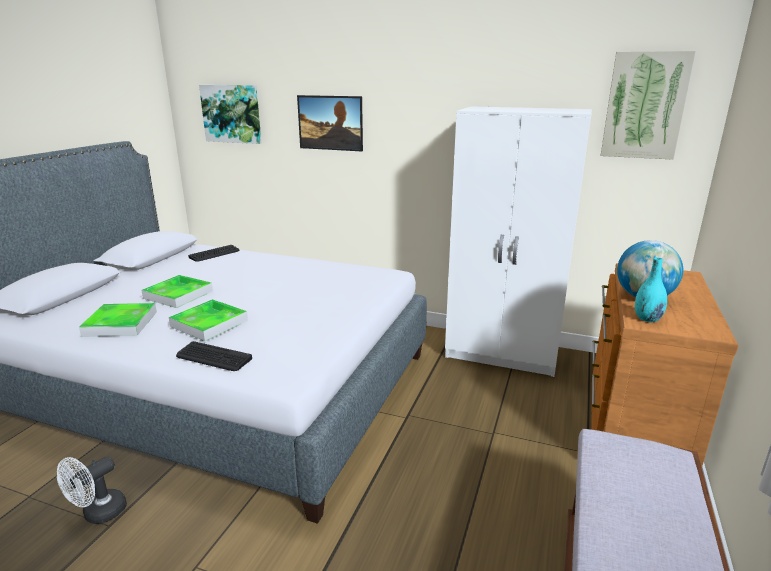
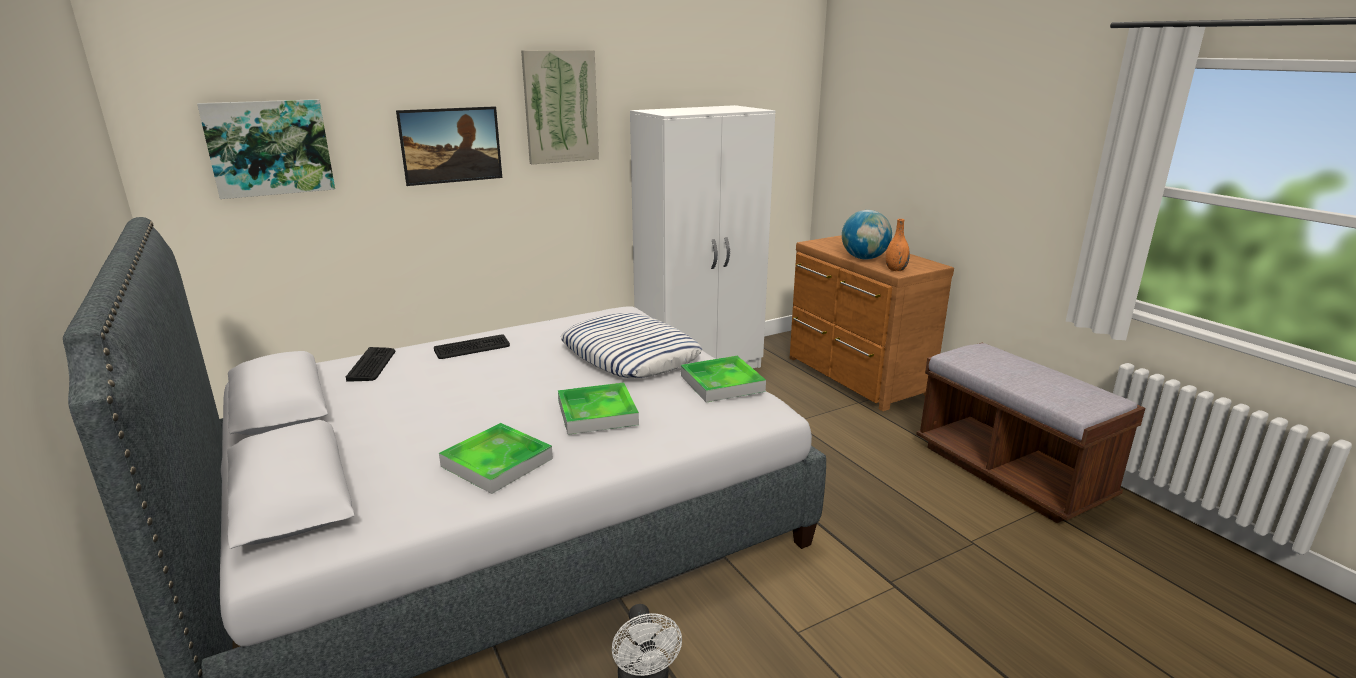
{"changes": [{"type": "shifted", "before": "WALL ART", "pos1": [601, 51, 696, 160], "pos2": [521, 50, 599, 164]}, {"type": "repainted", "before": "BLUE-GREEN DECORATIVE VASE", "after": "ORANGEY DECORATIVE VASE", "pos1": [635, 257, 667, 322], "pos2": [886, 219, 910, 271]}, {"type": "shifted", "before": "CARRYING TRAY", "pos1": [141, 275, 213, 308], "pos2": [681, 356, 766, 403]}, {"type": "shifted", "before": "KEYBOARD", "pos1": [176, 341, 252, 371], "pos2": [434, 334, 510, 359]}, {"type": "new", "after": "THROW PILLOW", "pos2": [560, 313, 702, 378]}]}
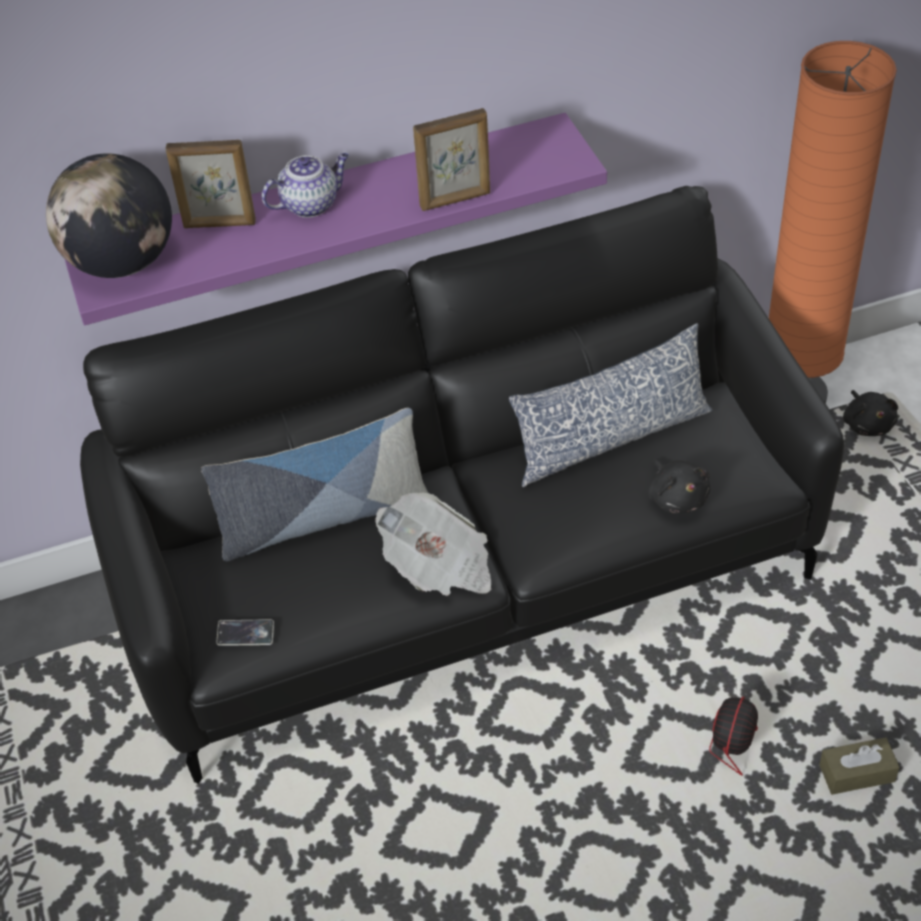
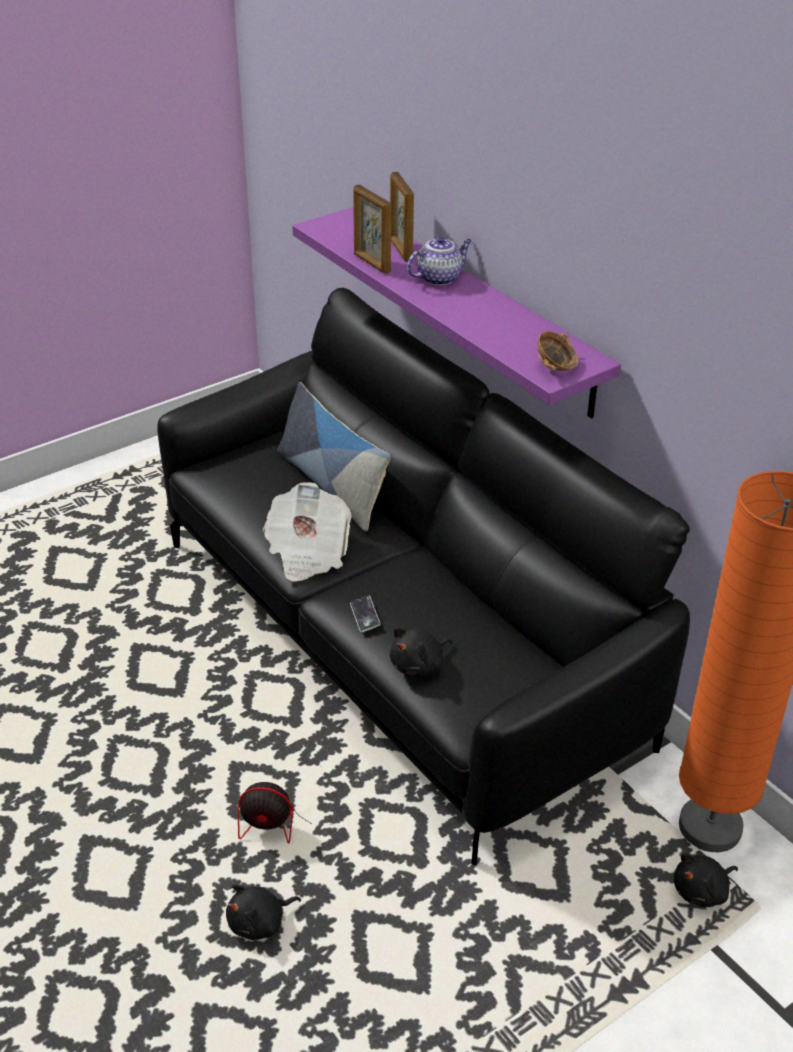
{"changes": [{"type": "shifted", "before": "STANDING FRAME", "pos1": [413, 108, 490, 211], "pos2": [353, 185, 391, 274]}, {"type": "gone", "before": "WORLD GLOBE", "pos1": [46, 153, 172, 278]}, {"type": "rotated", "before": "POT FOR TEA", "pos1": [262, 153, 349, 218], "pos2": [407, 237, 472, 286], "turn": -75}, {"type": "gone", "before": "THROW PILLOW", "pos1": [509, 323, 712, 487]}, {"type": "shifted", "before": "TELEPHONE", "pos1": [216, 619, 274, 646], "pos2": [350, 596, 381, 632]}, {"type": "swapped", "before": "BROWN TISSUE BOX", "after": "BLACKISH PLUSH TOY", "pos1": [819, 737, 900, 795], "pos2": [226, 884, 301, 940]}, {"type": "new", "after": "BOWL", "pos2": [538, 331, 578, 371]}]}
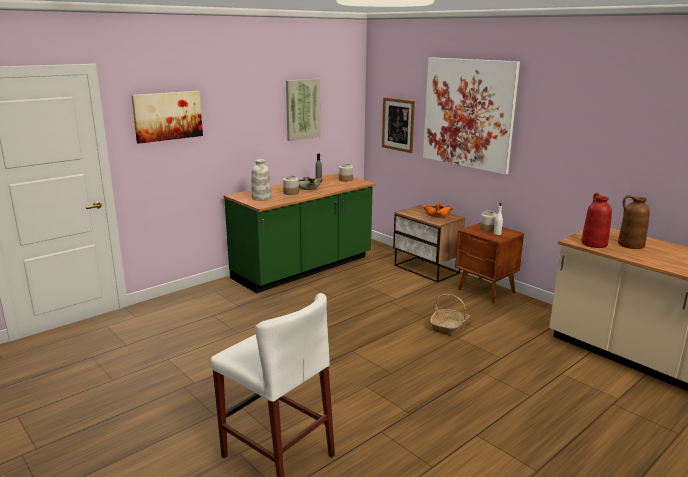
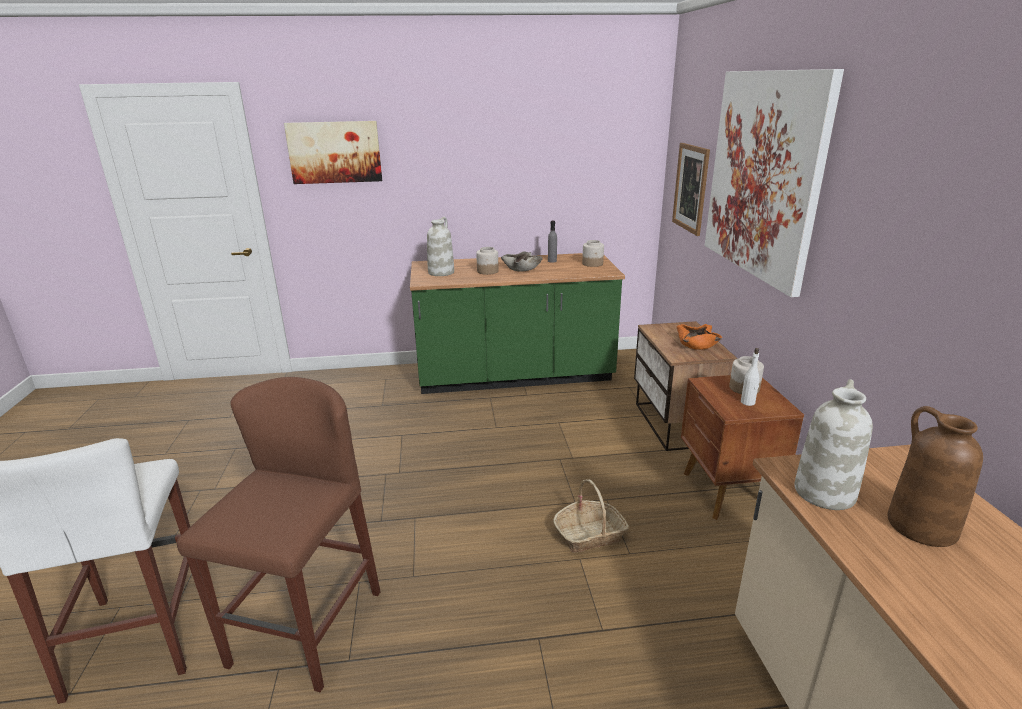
{"changes": [{"type": "gone", "before": "WALL ART", "pos1": [286, 79, 321, 141]}, {"type": "repainted", "before": "RED DECORATIVE VASE", "after": "WHITE DECORATIVE VASE", "pos1": [581, 193, 612, 248], "pos2": [794, 379, 873, 510]}, {"type": "new", "after": "BROWN SITTING STOOL", "pos2": [177, 377, 381, 692]}]}
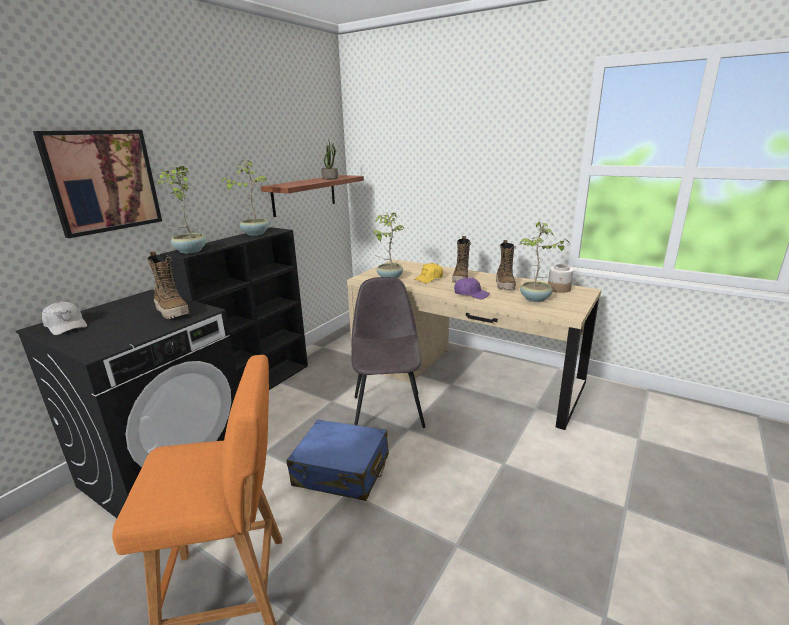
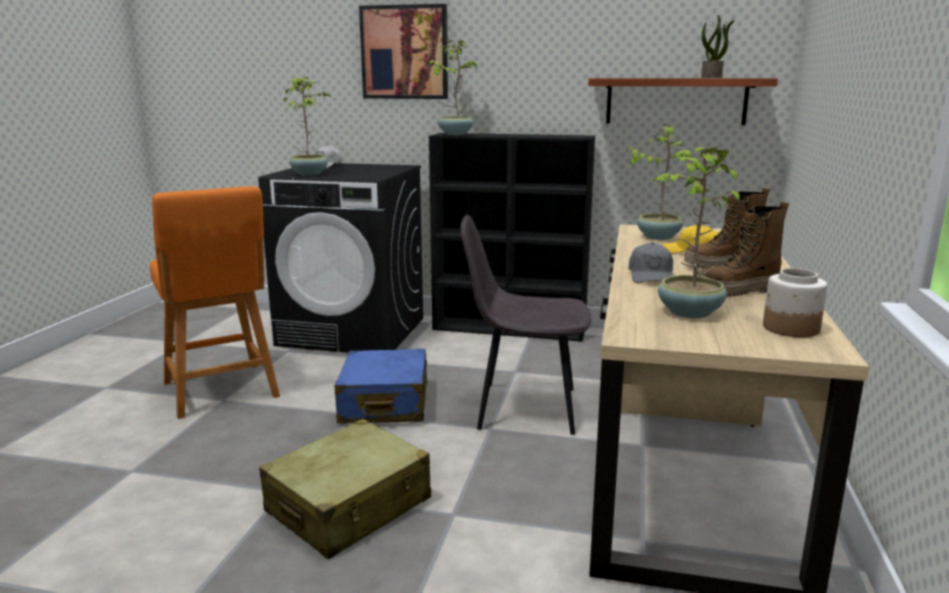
{"changes": [{"type": "shifted", "before": "POTTED PLANT", "pos1": [222, 160, 269, 236], "pos2": [284, 77, 331, 176]}, {"type": "gone", "before": "HIGH-TOP BOOT", "pos1": [148, 251, 190, 319]}, {"type": "rotated", "before": "GRAY UPRIGHT CHAIR", "pos1": [351, 277, 425, 428], "pos2": [460, 214, 591, 435], "turn": -150}, {"type": "repainted", "before": "PURPLE-COLOURED CAP", "after": "GRAY CAP", "pos1": [454, 277, 490, 299], "pos2": [628, 242, 673, 283]}, {"type": "new", "after": "SAND-COLOURED TRAVEL CASE", "pos2": [259, 419, 431, 559]}]}
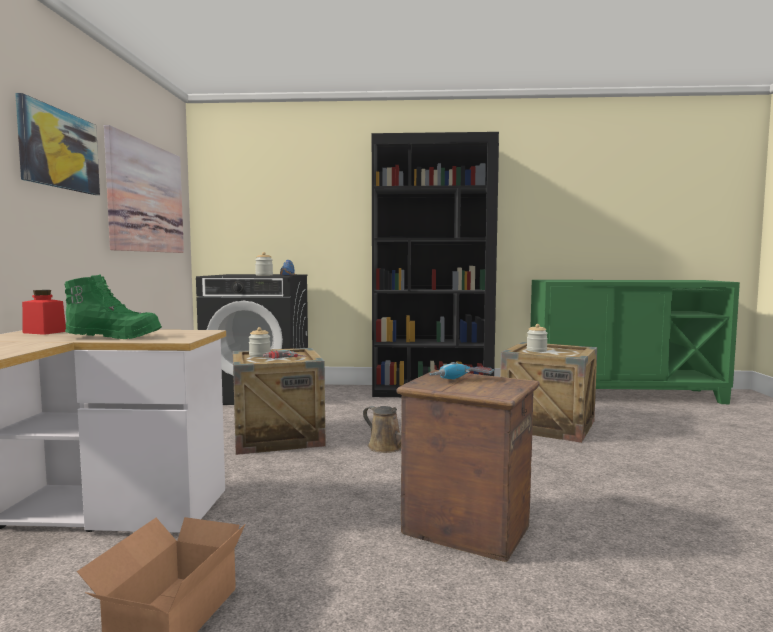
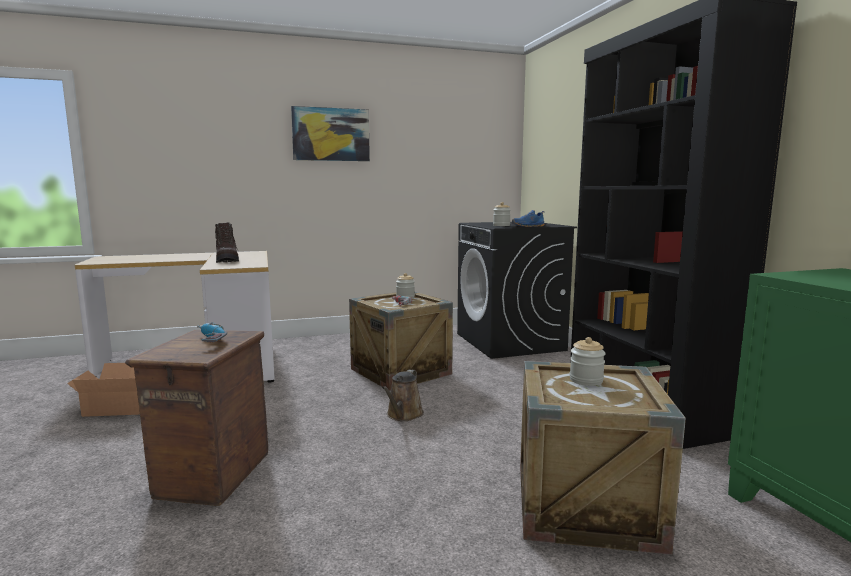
{"changes": [{"type": "gone", "before": "WALL ART", "pos1": [104, 125, 184, 253]}, {"type": "repainted", "before": "GREEN-COLOURED HIGH-TOP BOOT", "after": "BROWN HIGH-TOP BOOT", "pos1": [64, 274, 162, 339], "pos2": [215, 222, 239, 263]}, {"type": "gone", "before": "RED PRESERVE JAR", "pos1": [22, 290, 66, 335]}]}
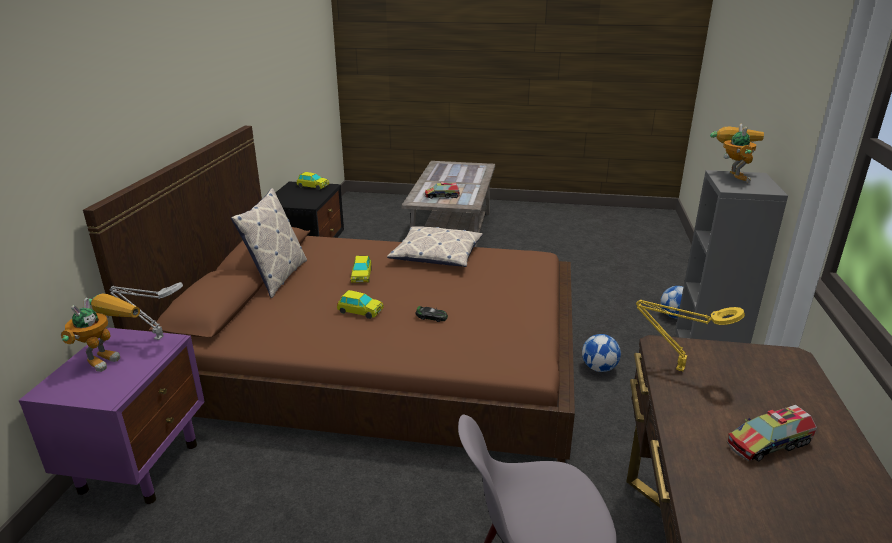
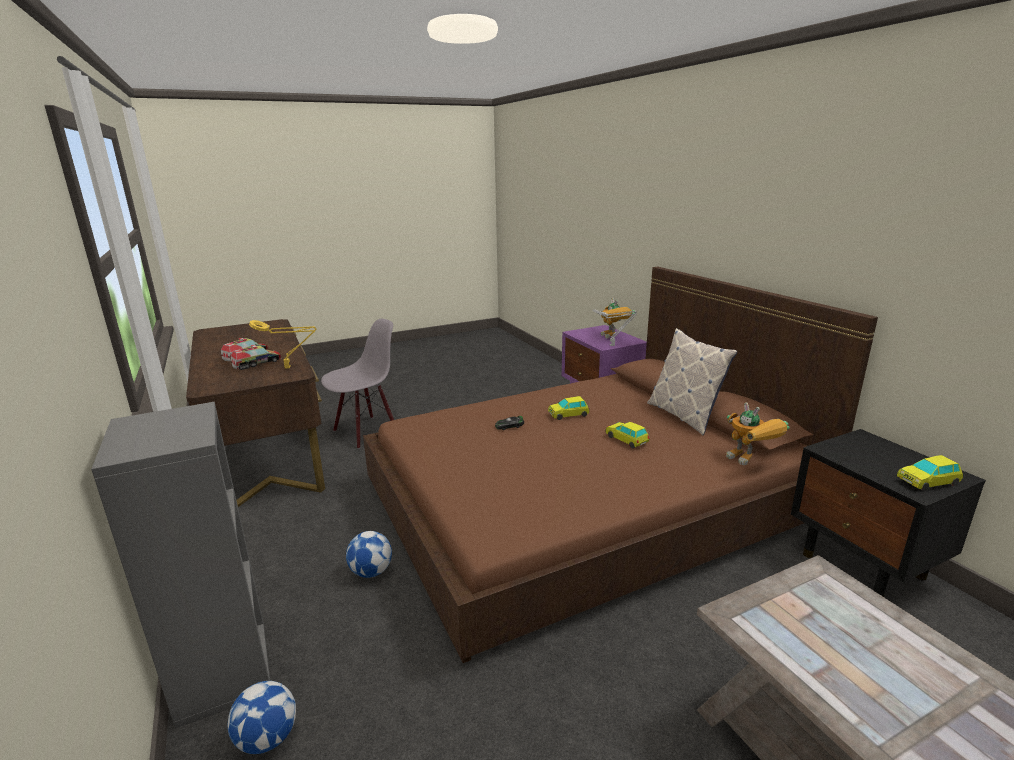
{"changes": [{"type": "shifted", "before": "TOY ROBOT", "pos1": [710, 124, 764, 183], "pos2": [726, 402, 790, 465]}, {"type": "shifted", "before": "TOY LORRY", "pos1": [425, 182, 460, 199], "pos2": [231, 345, 281, 370]}, {"type": "gone", "before": "THROW PILLOW", "pos1": [387, 226, 483, 267]}]}
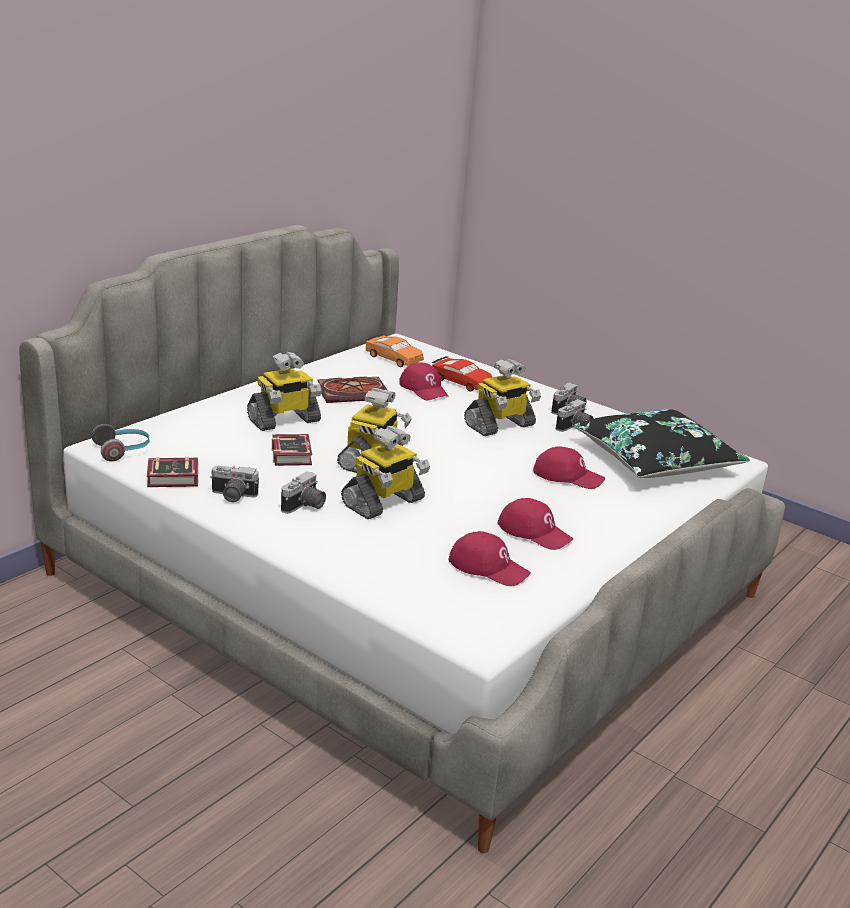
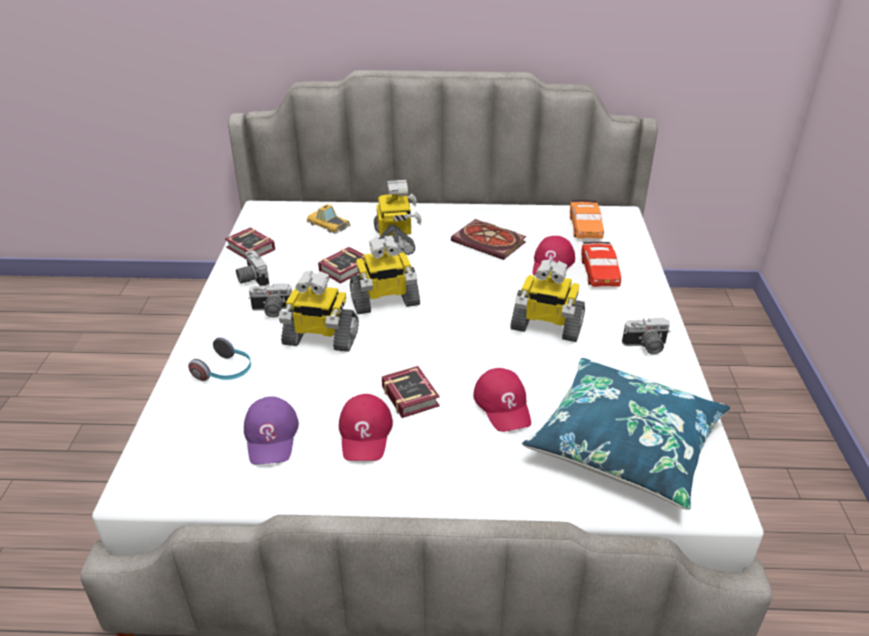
{"changes": [{"type": "rotated", "before": "TOY ROBOT", "pos1": [247, 352, 322, 431], "pos2": [374, 180, 422, 255], "turn": -120}, {"type": "gone", "before": "STILL CAMERA", "pos1": [556, 399, 594, 432]}, {"type": "repainted", "before": "BLACKISH THROW PILLOW", "after": "BLUE THROW PILLOW", "pos1": [572, 409, 750, 478], "pos2": [522, 358, 730, 510]}, {"type": "shifted", "before": "PAIR OF HEADPHONES", "pos1": [92, 424, 150, 462], "pos2": [188, 337, 251, 381]}, {"type": "repainted", "before": "RED CAP", "after": "PURPLE-COLOURED CAP", "pos1": [449, 531, 531, 586], "pos2": [244, 396, 299, 465]}, {"type": "new", "after": "MINIATURE CAR", "pos2": [307, 204, 351, 234]}, {"type": "new", "after": "BOOK", "pos2": [382, 366, 439, 418]}]}
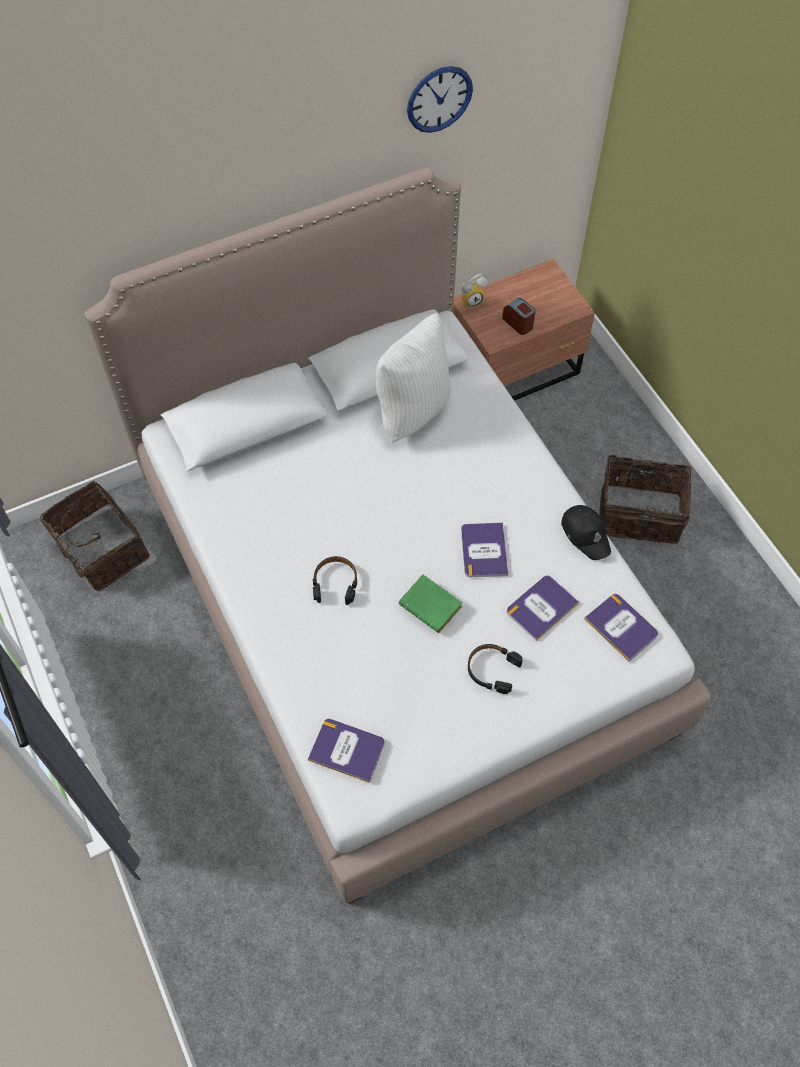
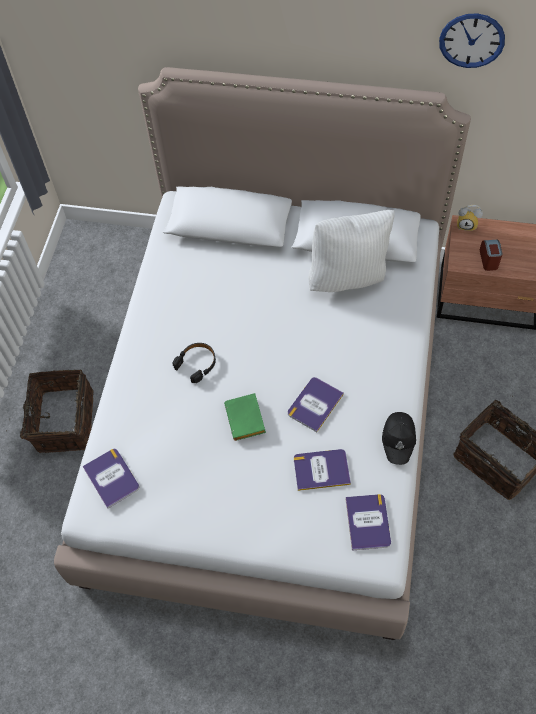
{"changes": [{"type": "shifted", "before": "BASKET", "pos1": [40, 481, 150, 591], "pos2": [6, 369, 94, 453]}, {"type": "gone", "before": "BLACKISH PAIR OF HEADPHONES", "pos1": [468, 644, 523, 694]}]}
